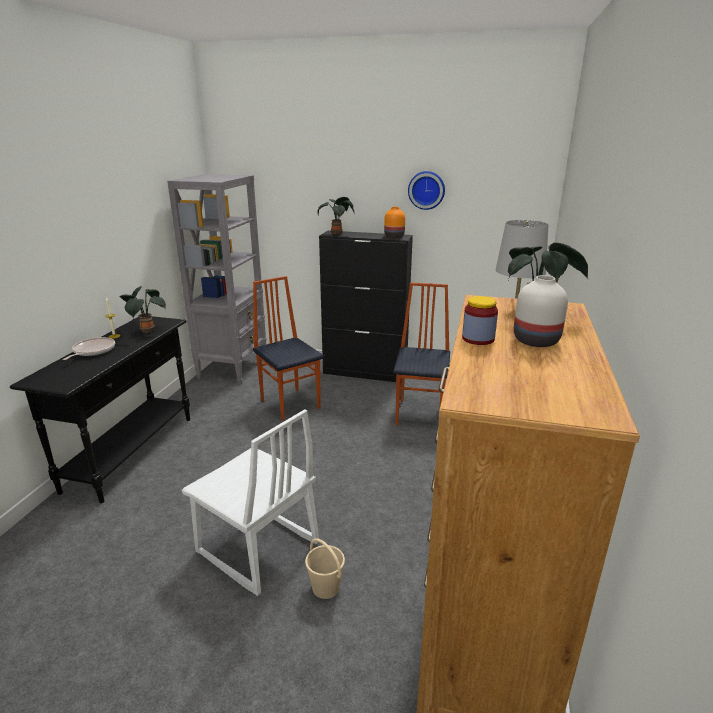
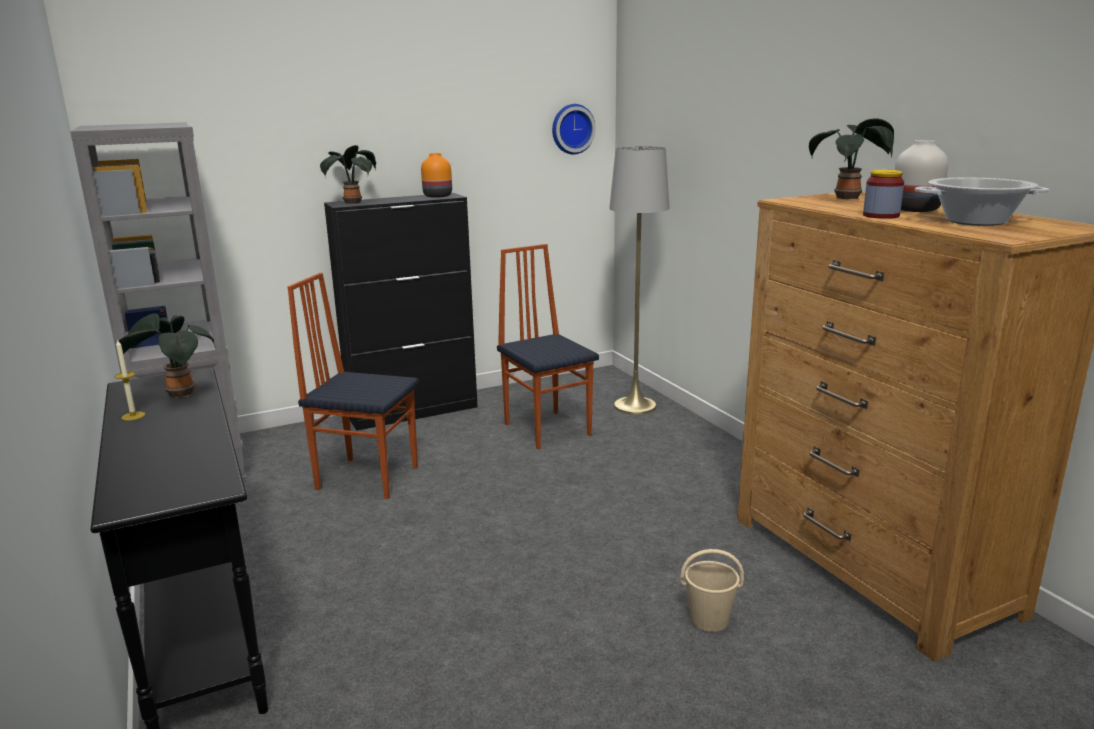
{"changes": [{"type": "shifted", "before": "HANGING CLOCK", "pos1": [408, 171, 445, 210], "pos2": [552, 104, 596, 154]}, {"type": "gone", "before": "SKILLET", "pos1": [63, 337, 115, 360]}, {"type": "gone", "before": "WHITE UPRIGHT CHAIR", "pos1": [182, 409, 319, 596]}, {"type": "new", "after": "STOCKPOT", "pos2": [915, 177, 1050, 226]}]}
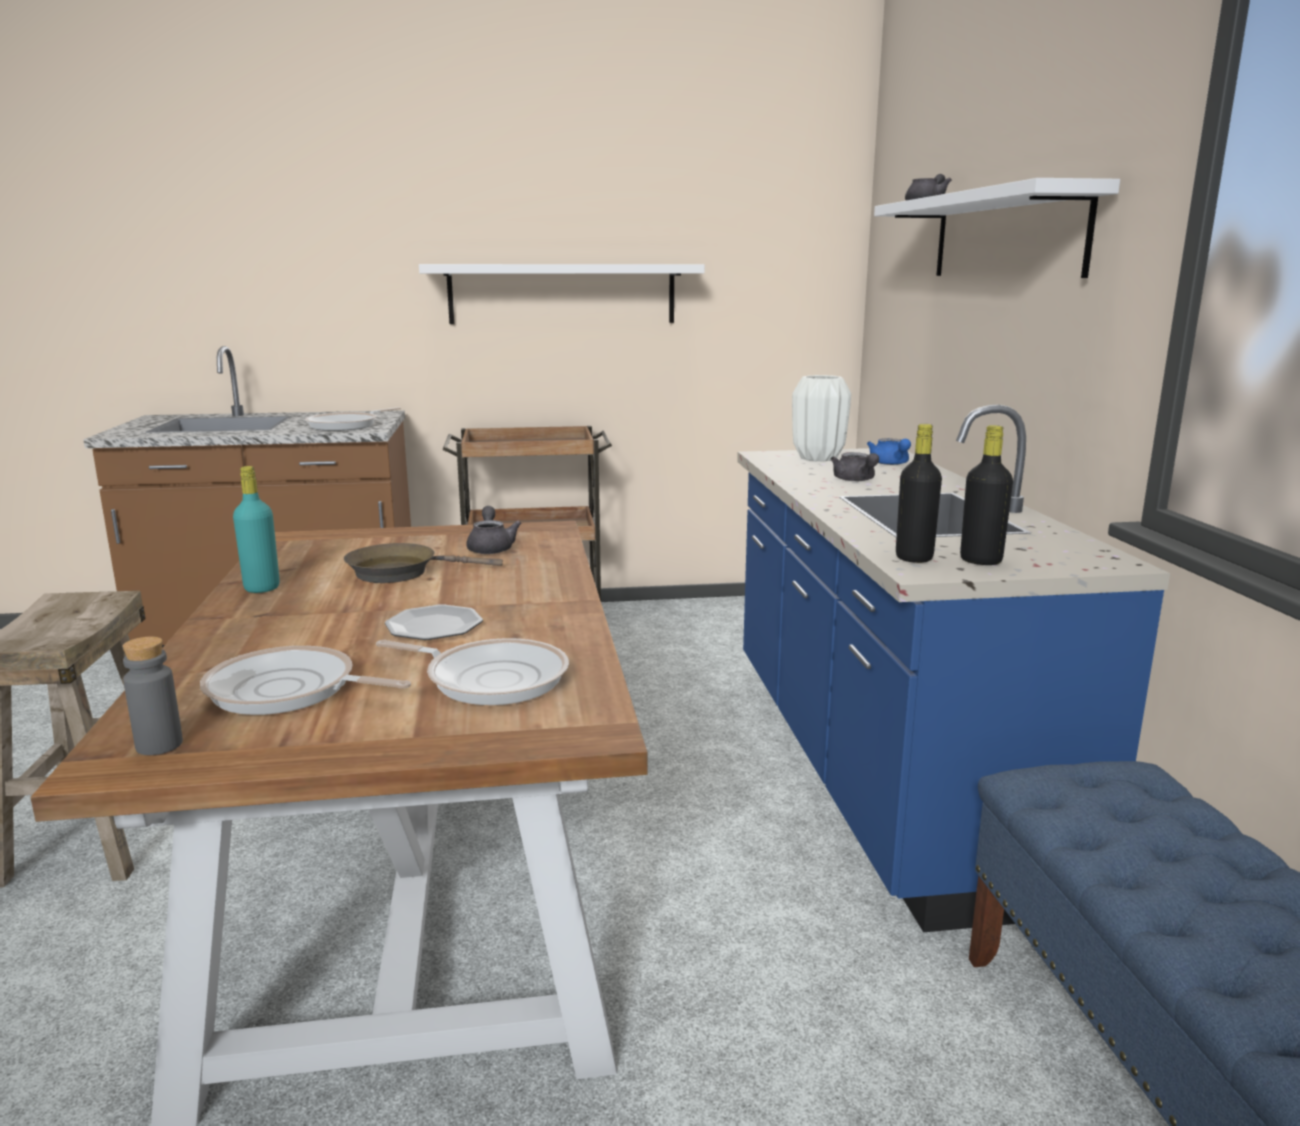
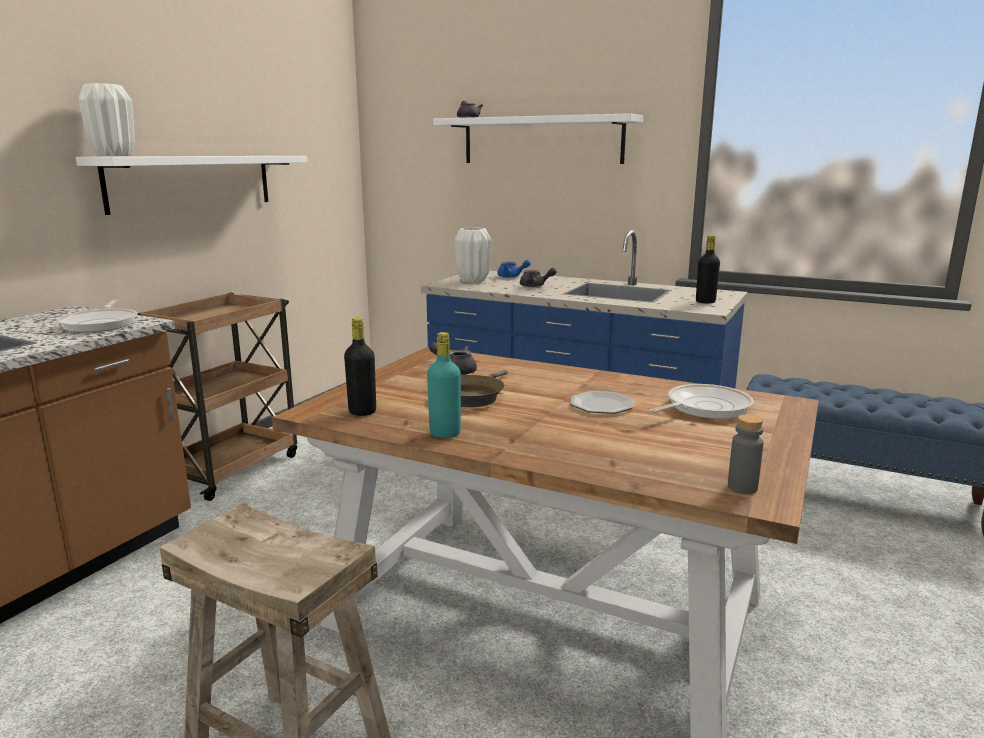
{"changes": [{"type": "shifted", "before": "BLACKISH BEVERAGE BOTTLE", "pos1": [896, 424, 942, 563], "pos2": [344, 318, 376, 416]}, {"type": "gone", "before": "SKILLET", "pos1": [200, 646, 411, 715]}, {"type": "new", "after": "WHITE DECORATIVE VASE", "pos2": [78, 83, 135, 156]}]}
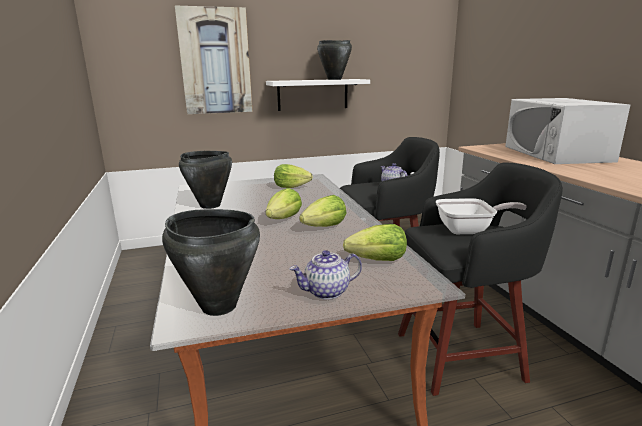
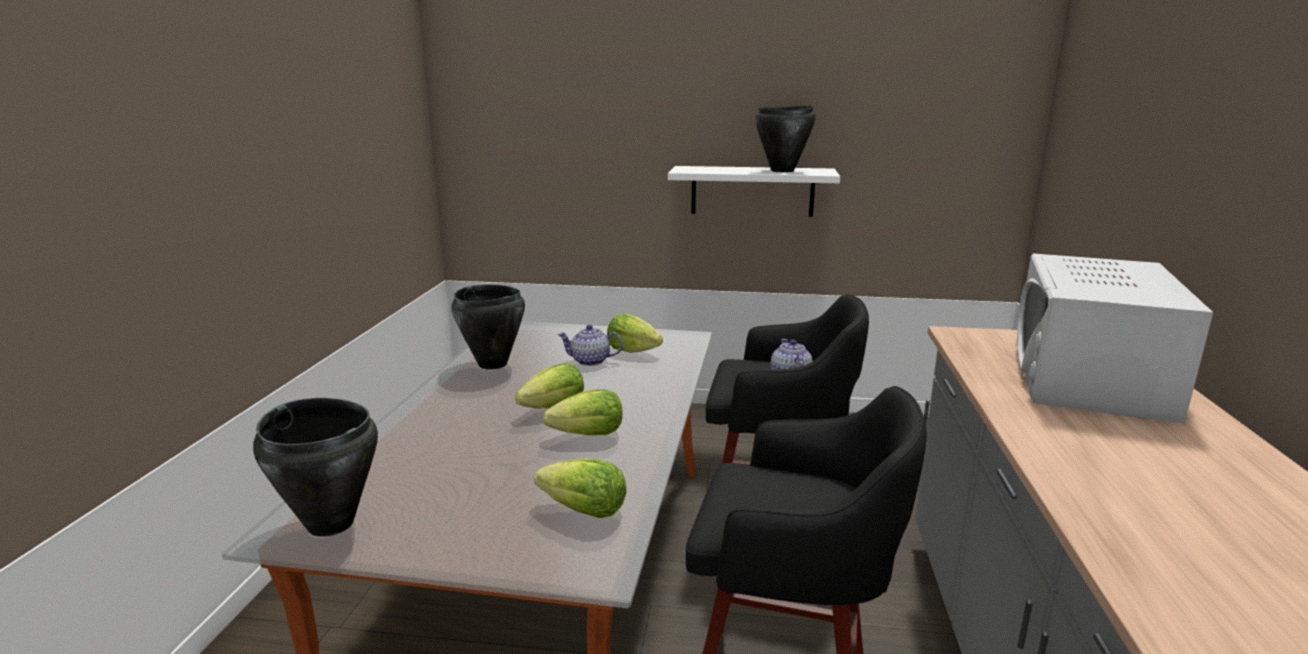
{"changes": [{"type": "gone", "before": "WALL ART", "pos1": [175, 6, 253, 114]}, {"type": "gone", "before": "SKILLET", "pos1": [436, 198, 527, 234]}, {"type": "shifted", "before": "POT FOR TEA", "pos1": [289, 250, 362, 300], "pos2": [557, 325, 623, 366]}]}
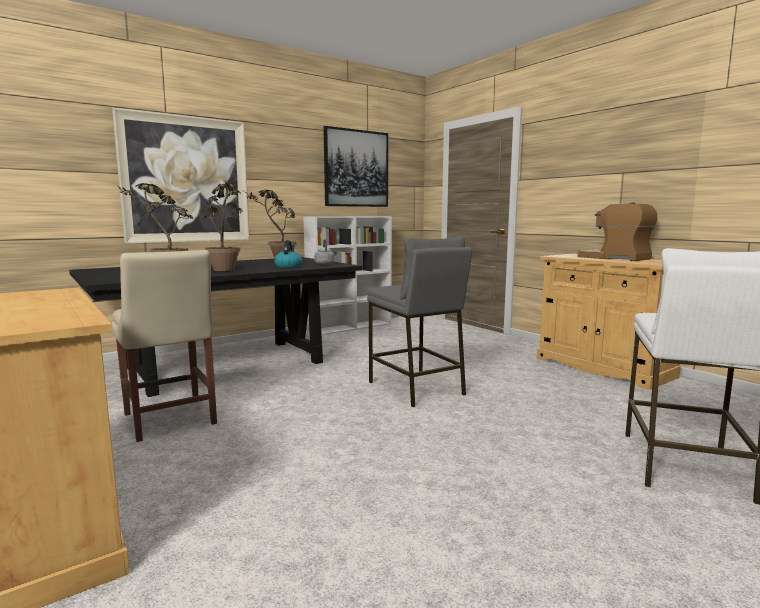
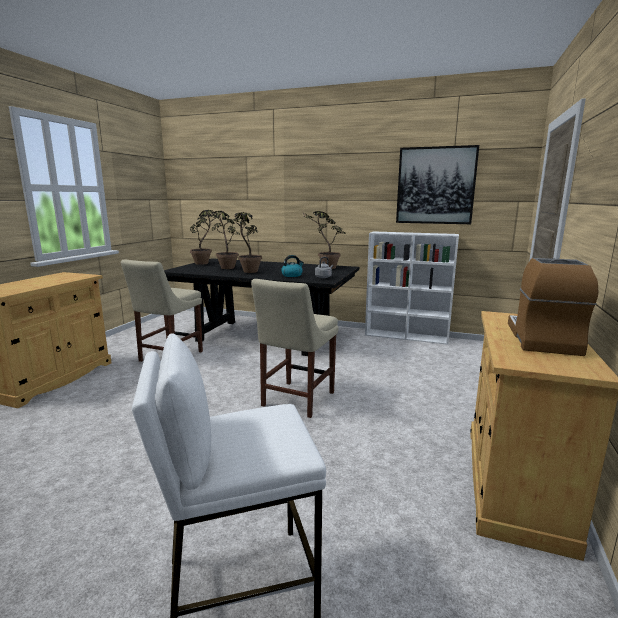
{"changes": [{"type": "gone", "before": "WALL ART", "pos1": [112, 108, 249, 244]}, {"type": "swapped", "before": "GRAY SITTING STOOL", "after": "SAND-COLOURED UPRIGHT CHAIR", "pos1": [367, 236, 472, 407], "pos2": [251, 279, 339, 418]}, {"type": "new", "after": "POTTED PLANT", "pos2": [190, 210, 217, 265]}]}
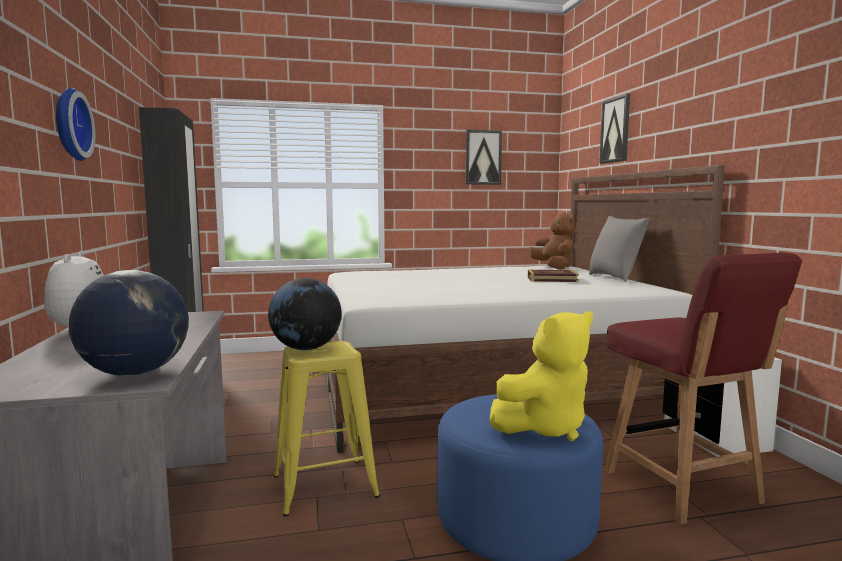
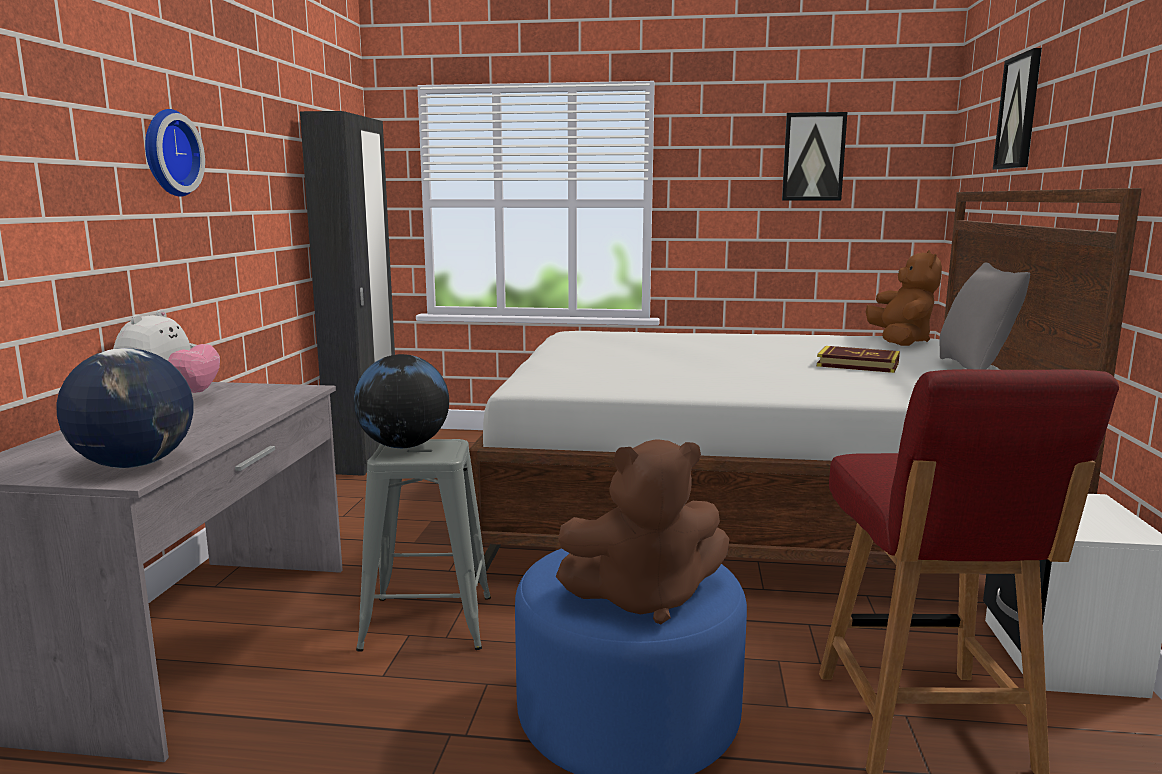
{"changes": [{"type": "repainted", "before": "YELLOWISH PLUSH TOY", "after": "BROWN PLUSH TOY", "pos1": [490, 311, 593, 441], "pos2": [556, 439, 729, 624]}, {"type": "repainted", "before": "YELLOWISH SITTING STOOL", "after": "GRAY SITTING STOOL", "pos1": [274, 341, 380, 516], "pos2": [356, 439, 491, 652]}]}
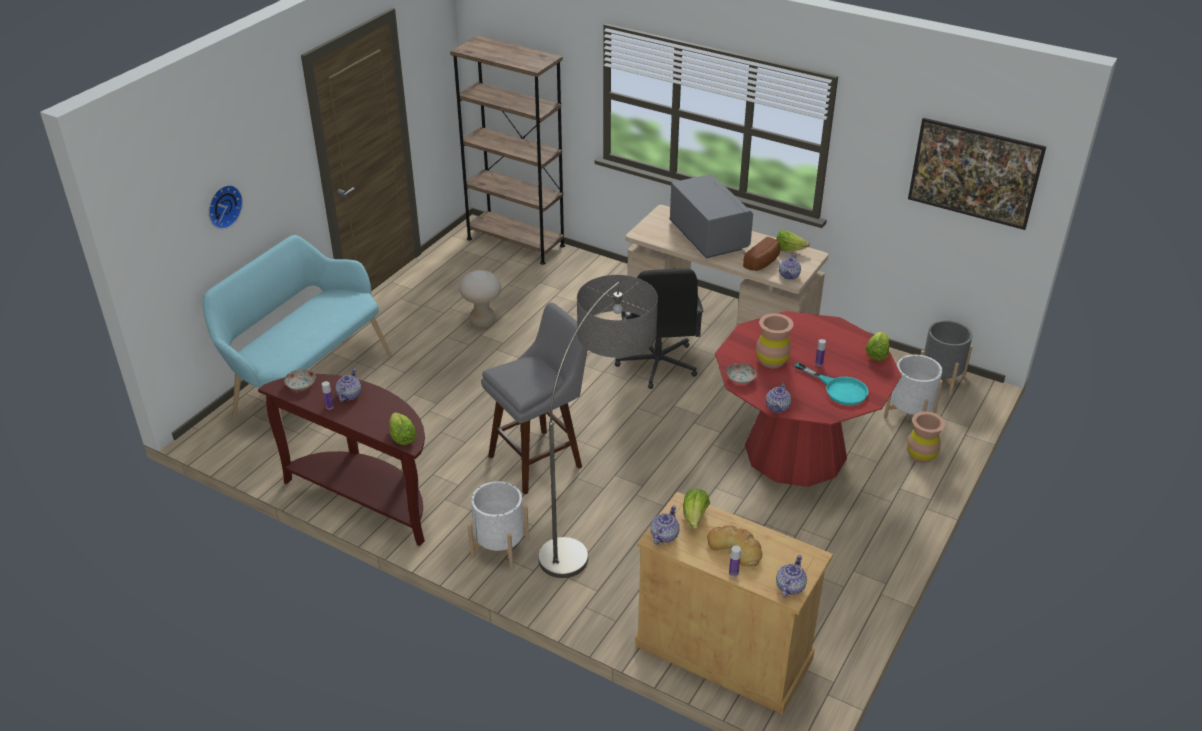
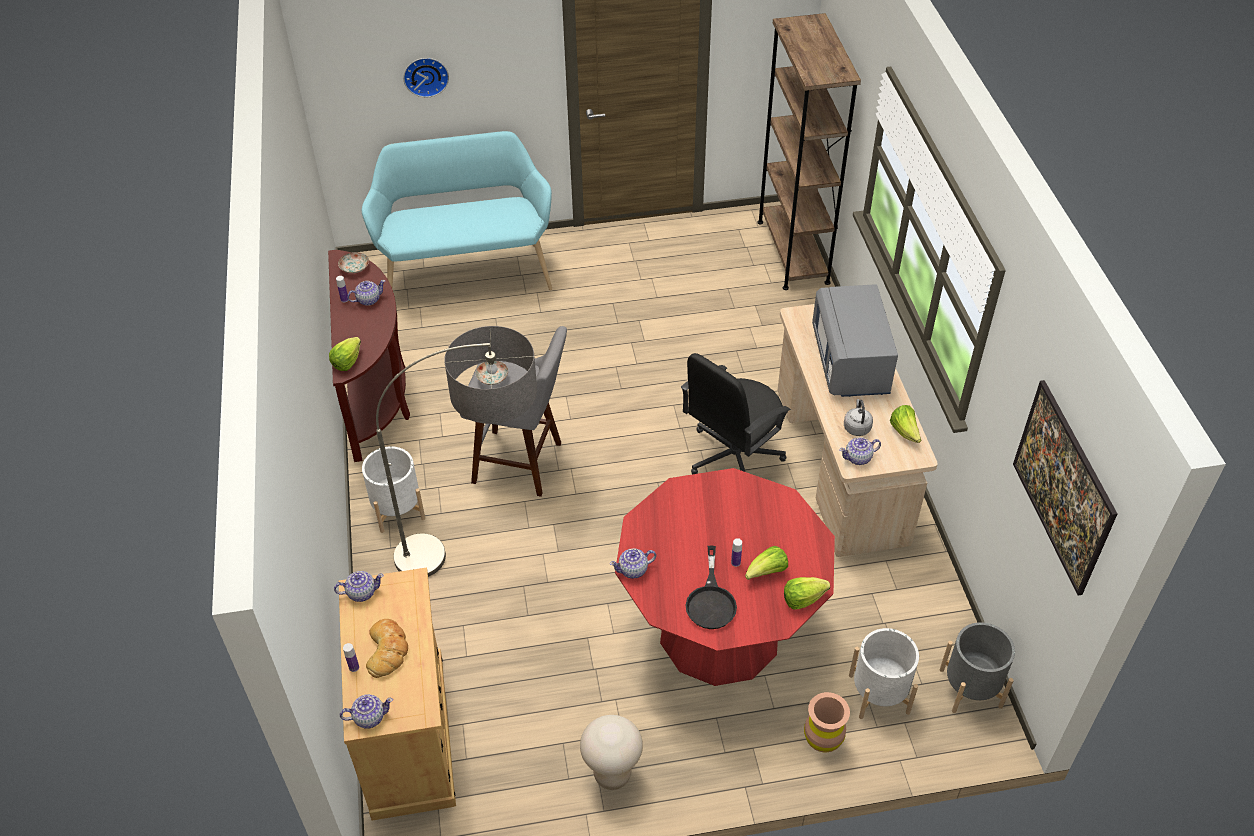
{"changes": [{"type": "rotated", "before": "GRAY KITCHEN MICROWAVE", "pos1": [669, 174, 753, 258], "pos2": [812, 284, 898, 397], "turn": 150}, {"type": "swapped", "before": "BAKERY BREAD", "after": "GRAY WATER KETTLE", "pos1": [743, 237, 780, 271], "pos2": [844, 399, 873, 436]}, {"type": "shifted", "before": "SAND-COLOURED SITTING STOOL", "pos1": [459, 270, 501, 328], "pos2": [580, 715, 643, 790]}, {"type": "gone", "before": "BROWN DECORATIVE VASE", "pos1": [756, 313, 793, 368]}, {"type": "shifted", "before": "DINNER PLATE", "pos1": [726, 363, 757, 384], "pos2": [475, 361, 508, 385]}, {"type": "repainted", "before": "BLUE-GREEN SKILLET", "after": "BLACKISH SKILLET", "pos1": [795, 363, 869, 405], "pos2": [685, 545, 737, 629]}, {"type": "shifted", "before": "LETTUCE", "pos1": [683, 488, 710, 529], "pos2": [745, 546, 788, 580]}]}
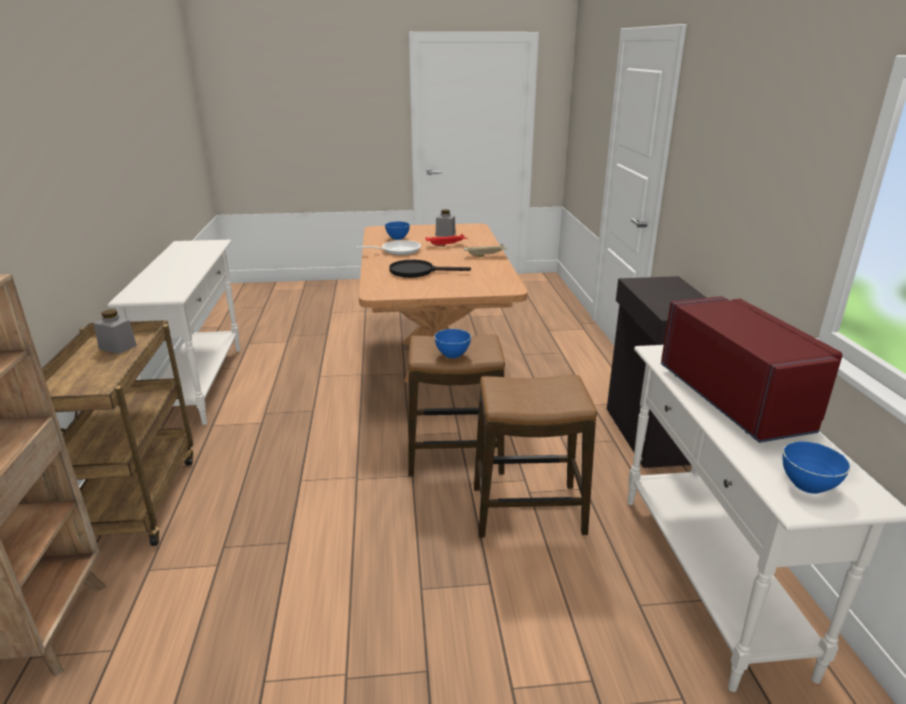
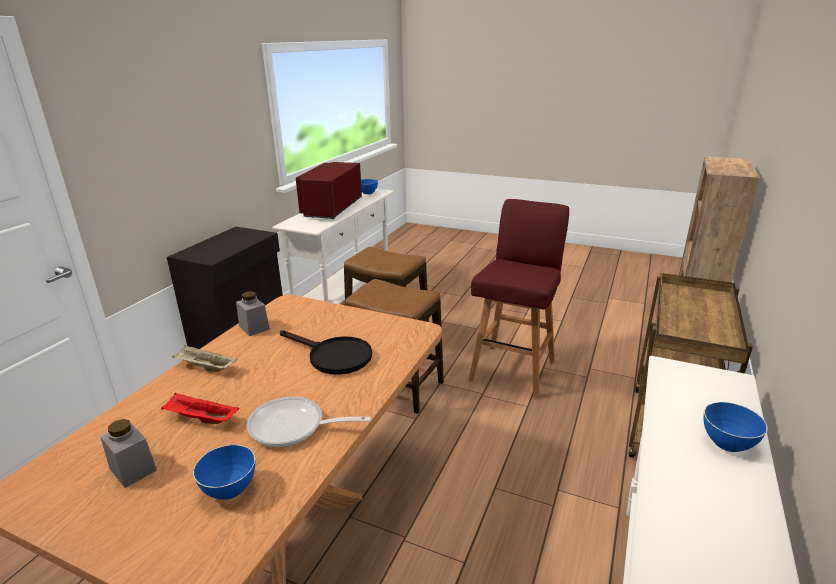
{"changes": [{"type": "shifted", "before": "GRAY PRESERVE JAR", "pos1": [94, 310, 137, 354], "pos2": [236, 291, 270, 336]}, {"type": "shifted", "before": "BLUE BOWL", "pos1": [434, 329, 471, 358], "pos2": [703, 402, 768, 452]}, {"type": "new", "after": "RED SITTING STOOL", "pos2": [469, 199, 569, 399]}]}
